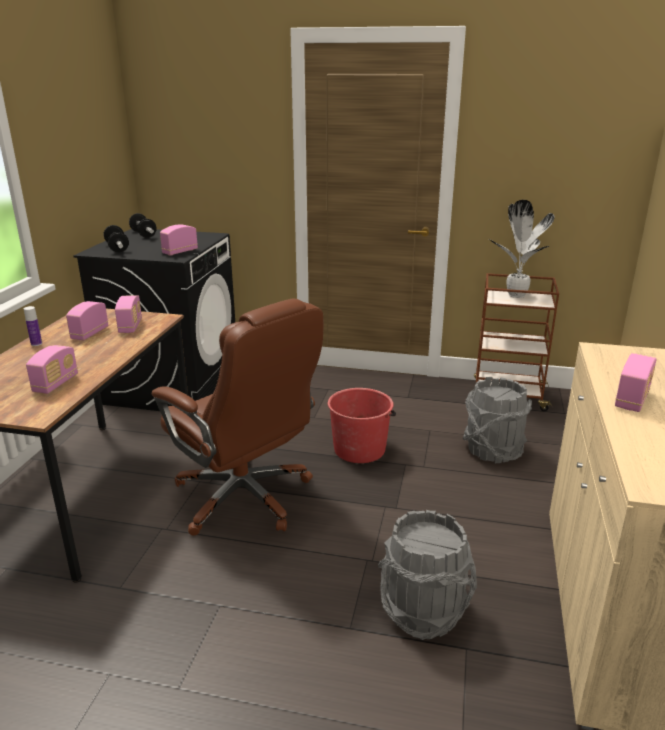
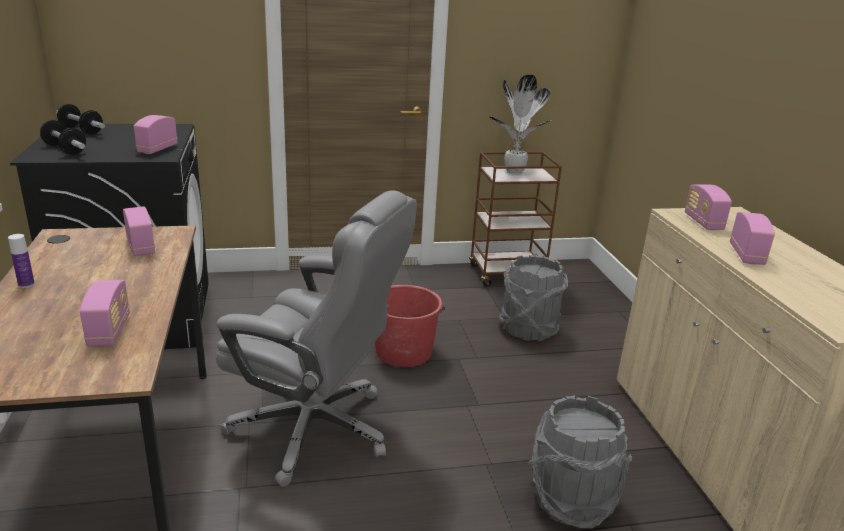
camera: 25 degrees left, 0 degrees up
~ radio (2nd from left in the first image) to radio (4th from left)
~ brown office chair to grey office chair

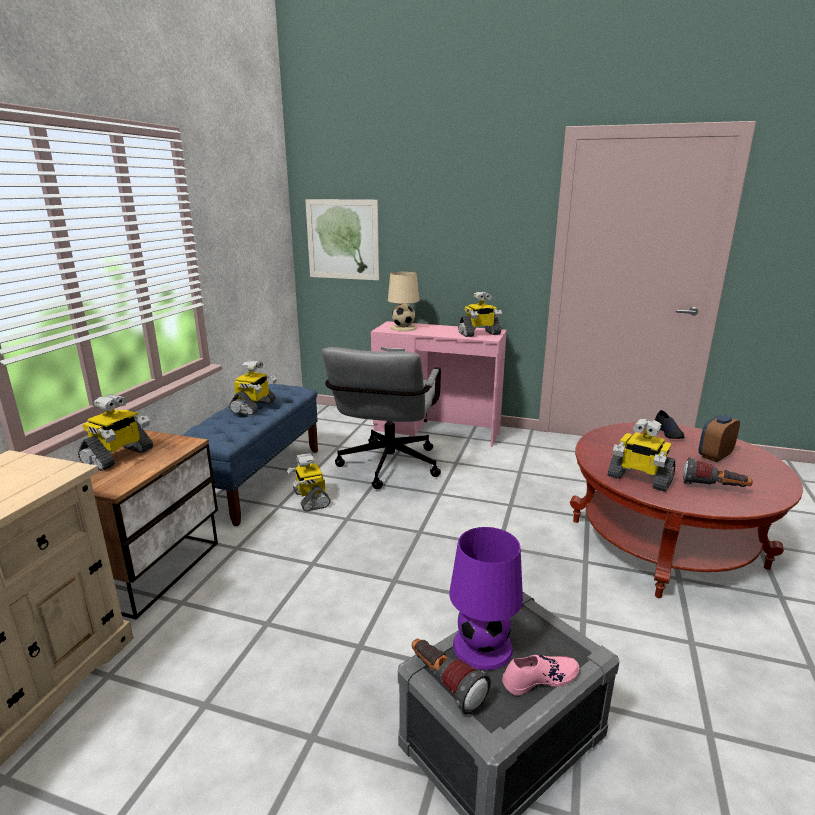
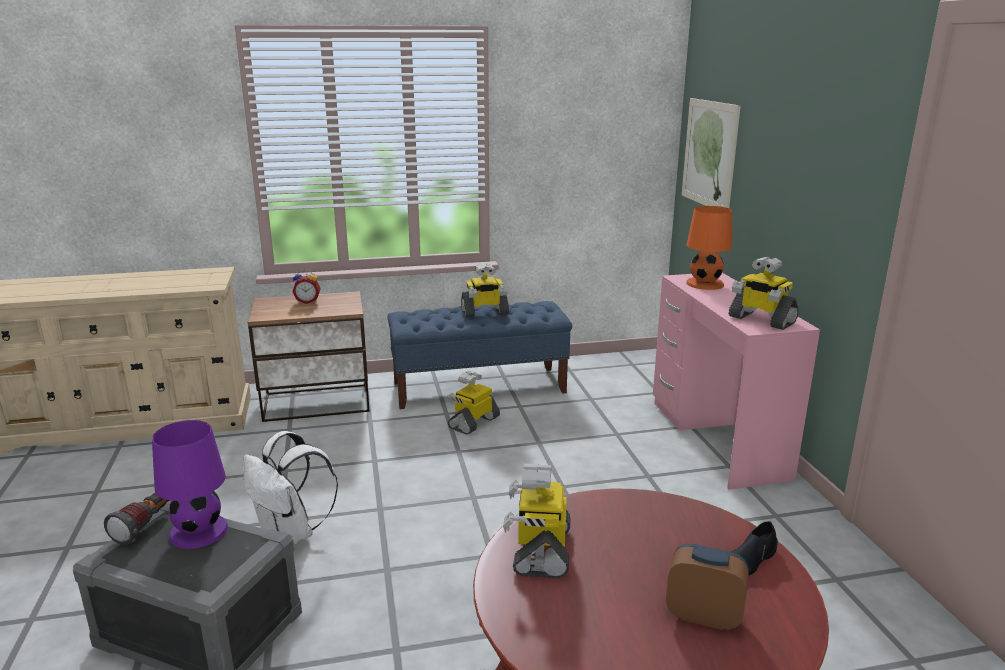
camera: 60 degrees right, 0 degrees up
~ toy robot (1st from left) to alarm clock (1st from left)
- grey office chair
~ beige table lamp to orange table lamp
- pink shoe
- flashlight (2nd from left)
+ white backpack

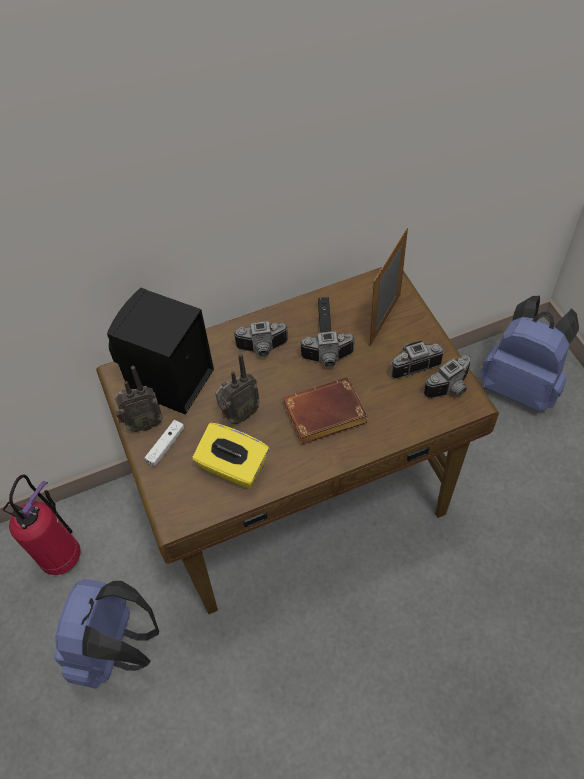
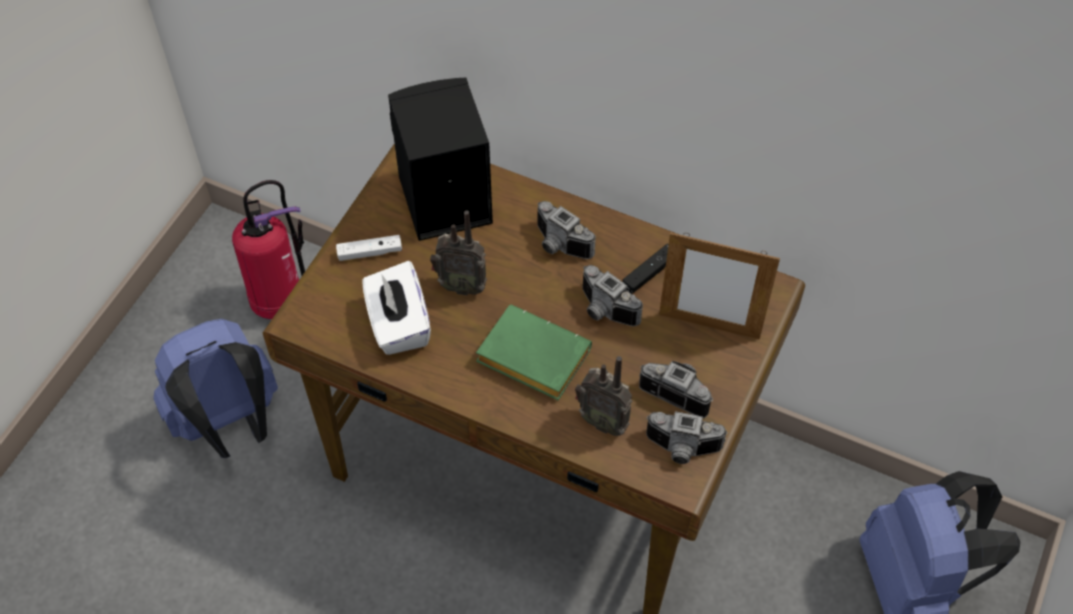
camera: 45 degrees right, 0 degrees up
~ radio (1st from left in the first image) to radio (2nd from left)
~ yellow tissue box to white tissue box
~ brown book to green book
~ picture frame 150 degrees counterclockwise

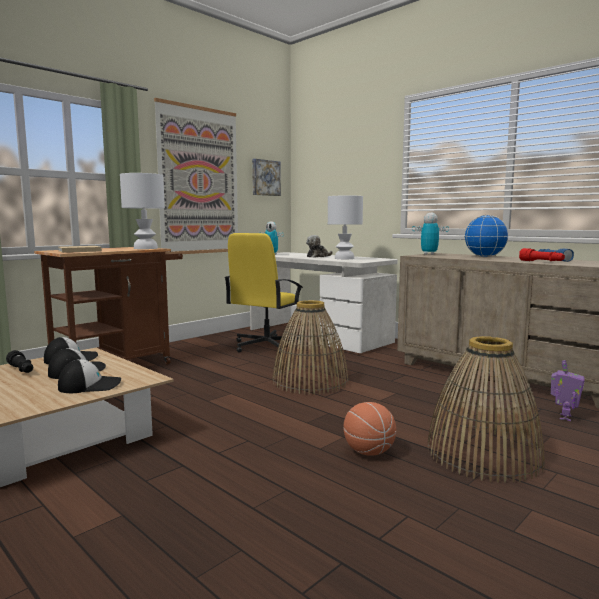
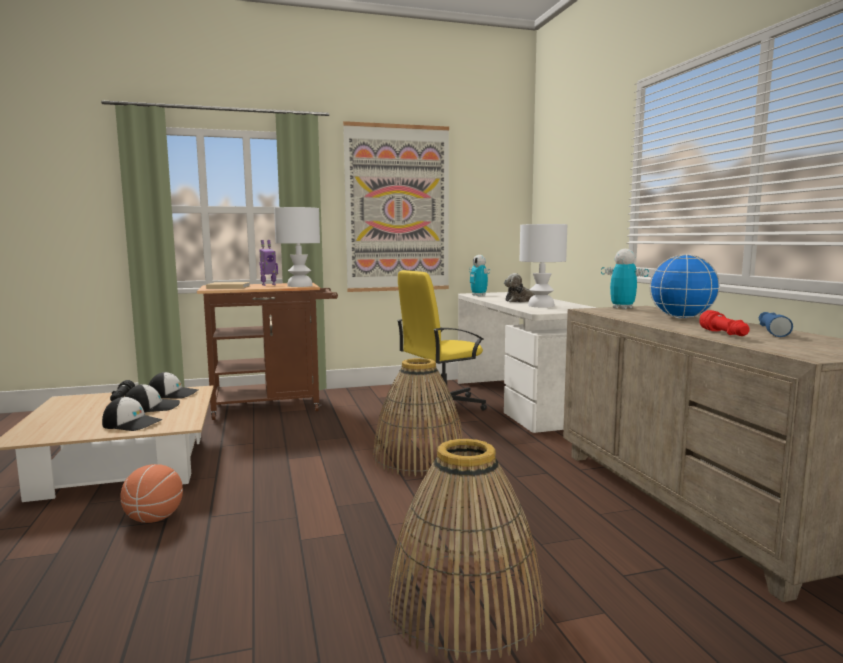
camera: 30 degrees right, 0 degrees up
- picture (2nd from left)
~ basketball
~ toy robot (3rd from left in the first image) to toy robot (1st from left)

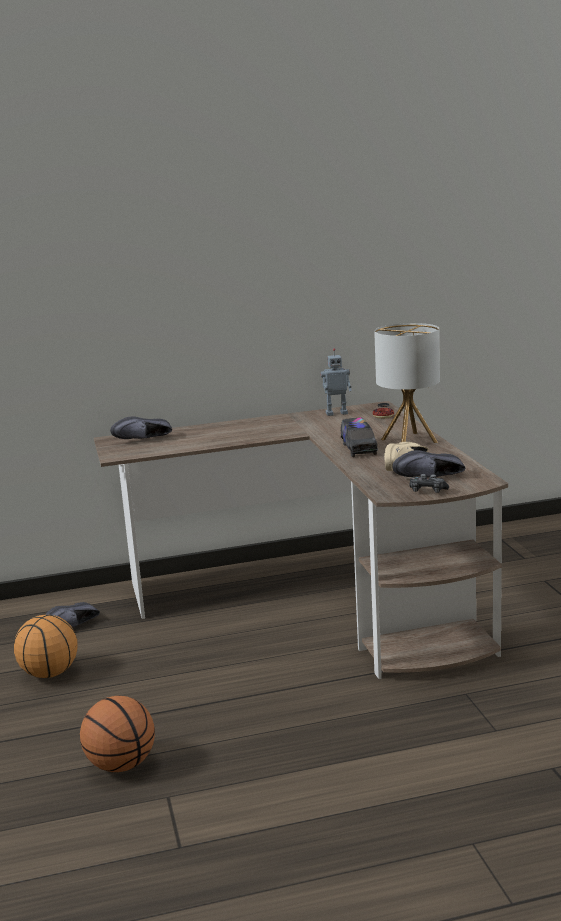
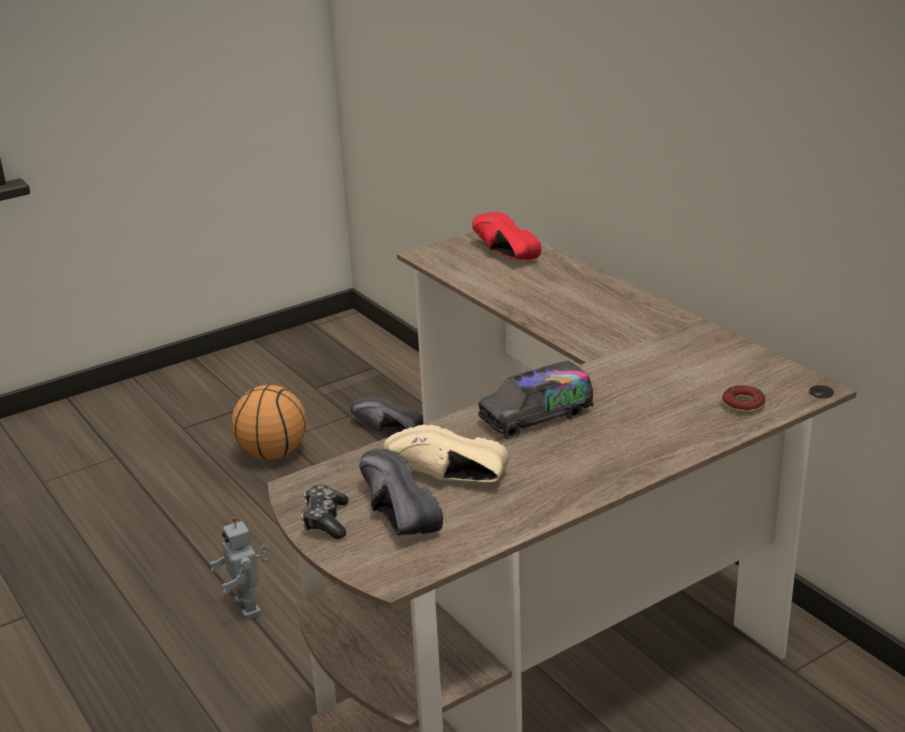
camera: 70 degrees right, 10 degrees up
- basketball (2nd from left)
~ black shoe (2nd from left) to red shoe
~ toy robot
- table lamp

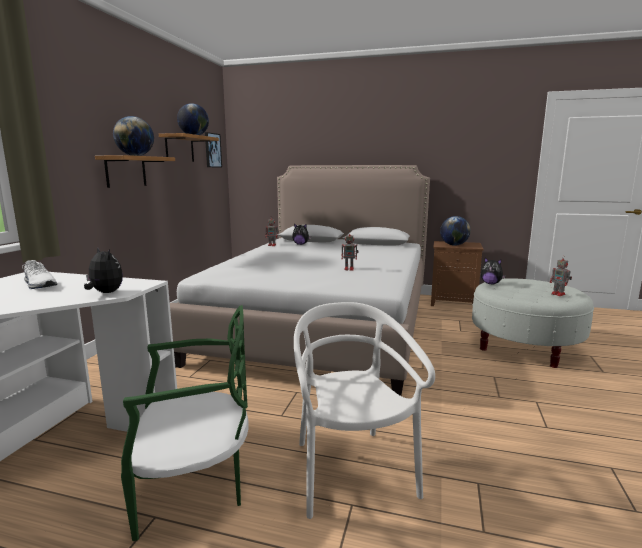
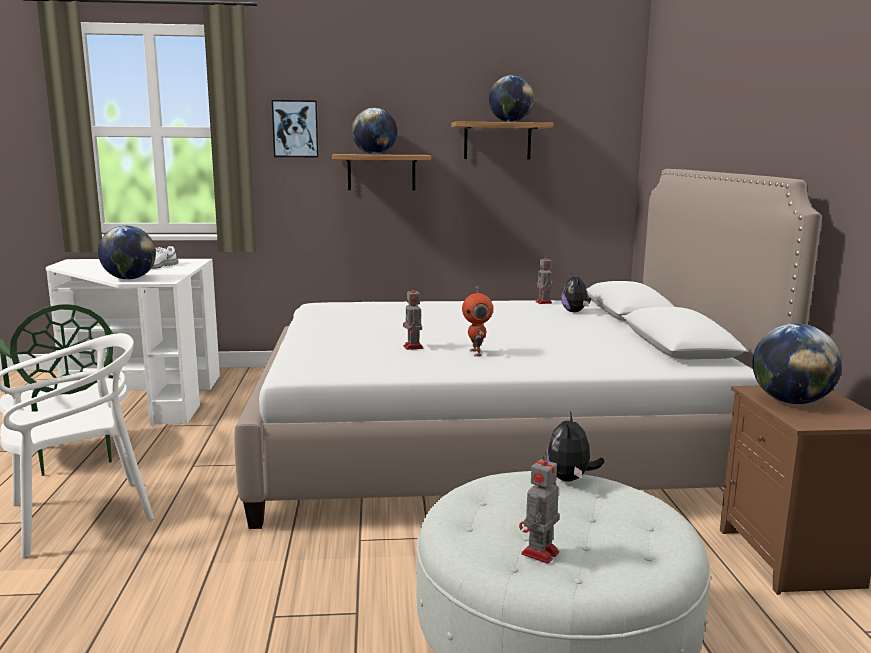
camera: 70 degrees right, 0 degrees up
~ plush toy (1st from left) to globe (1st from left)
~ picture
+ toy robot (2nd from left)

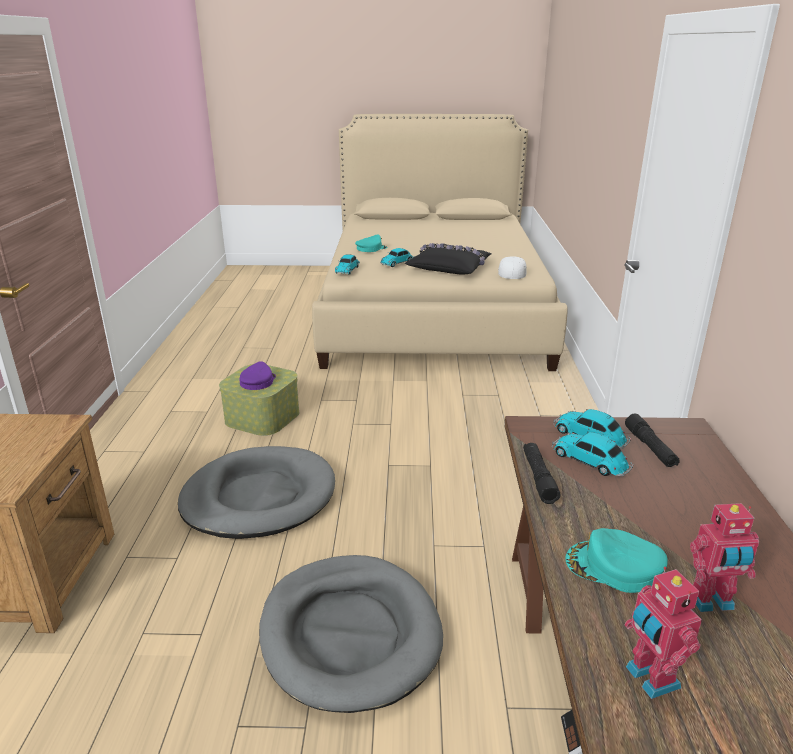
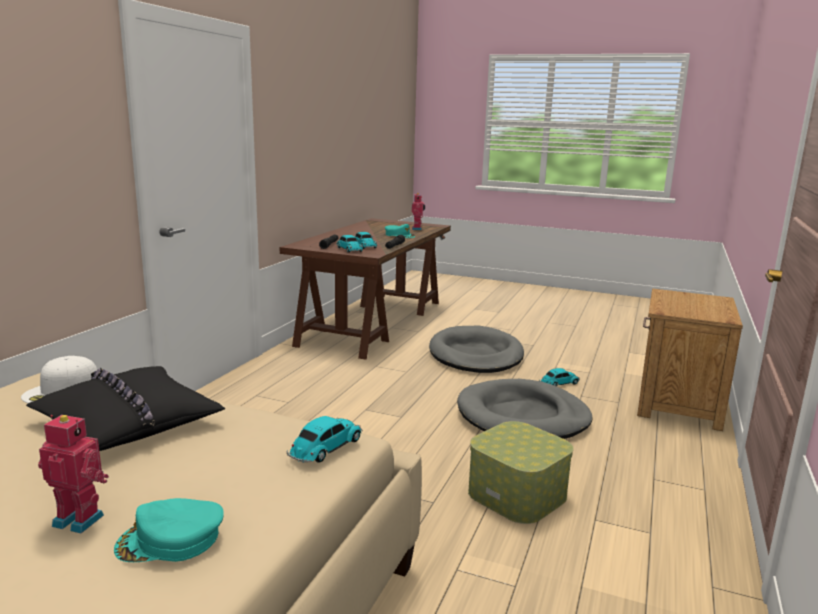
camera: 160 degrees left, 10 degrees down
- purple cap
~ toy car (2nd from left in the first image) to toy car (4th from left)
~ toy robot (2nd from left in the first image) to toy robot (1st from left)

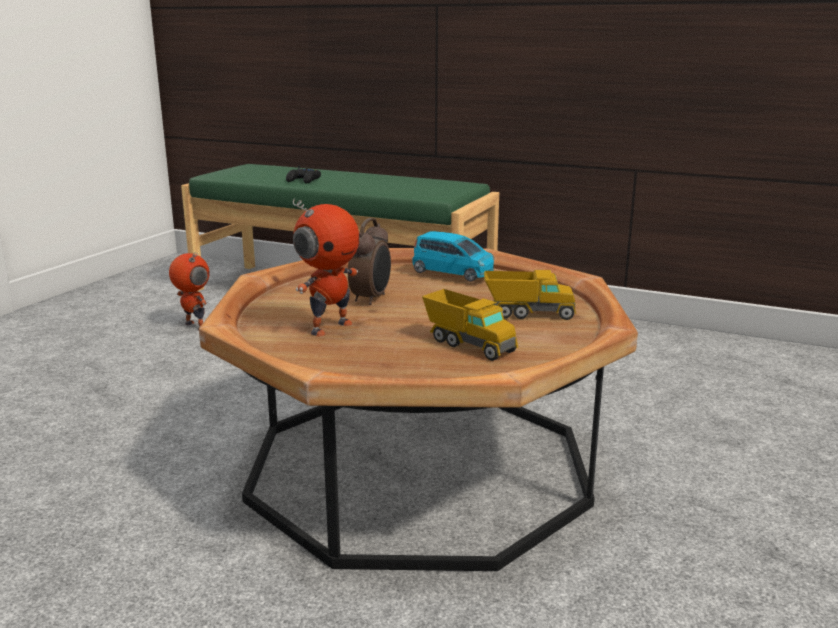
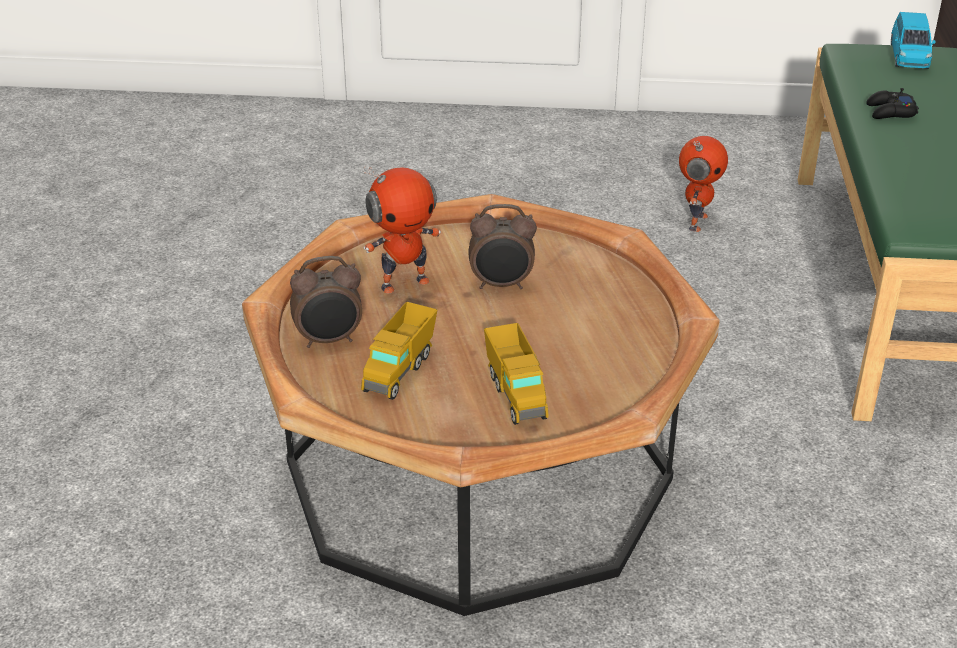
camera: 70 degrees right, 15 degrees up
~ toy robot (2nd from left in the first image) 45 degrees counterclockwise
~ blue toy car
+ alarm clock (1st from left)

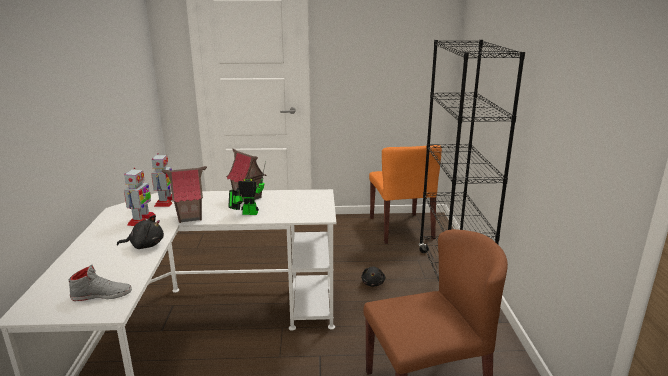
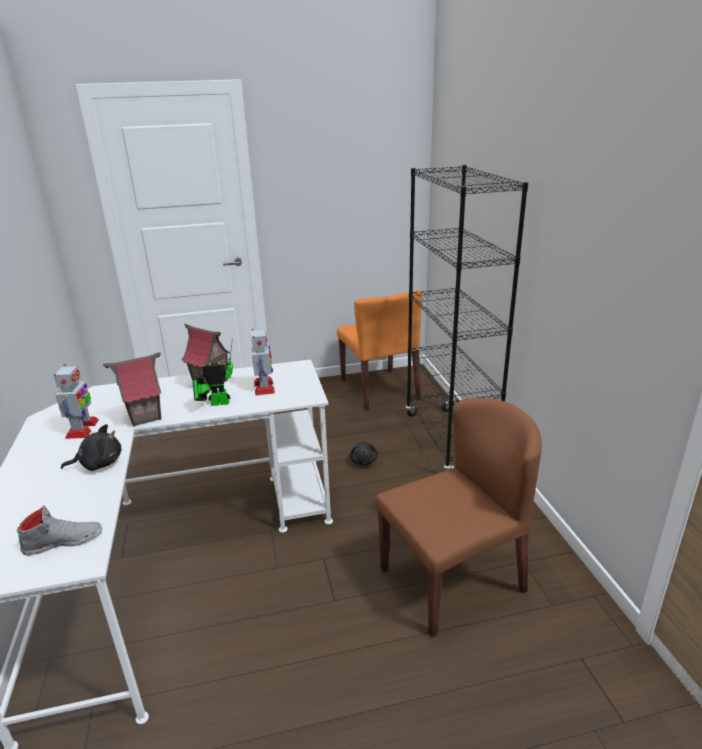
camera: 10 degrees left, 5 degrees up
~ toy robot (2nd from left in the first image) to toy robot (3rd from left)

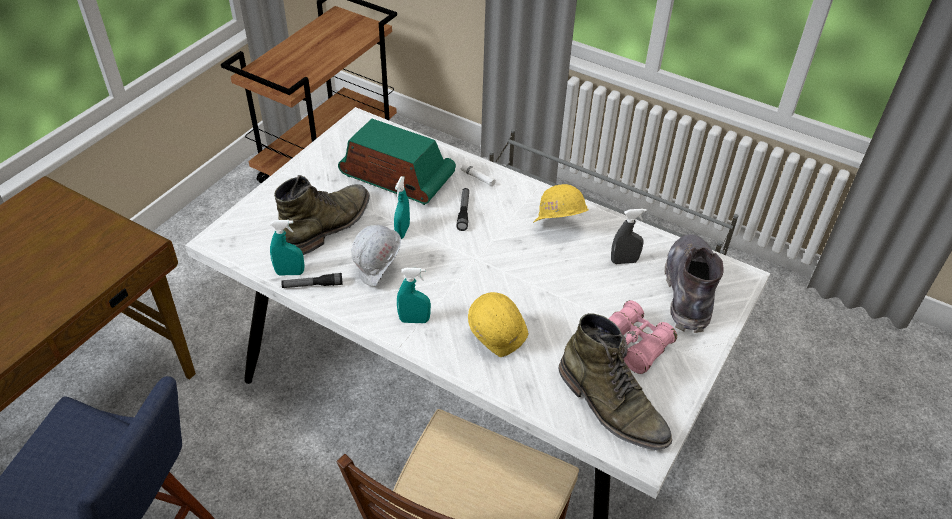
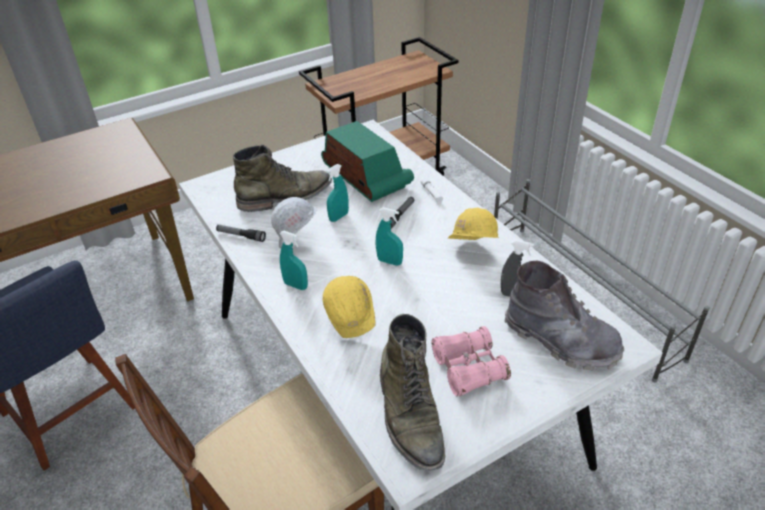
camera: 30 degrees right, 5 degrees down
~ turquoise spray bottle (1st from left in the first image) to turquoise spray bottle (3rd from left)
~ grey boot 90 degrees clockwise

